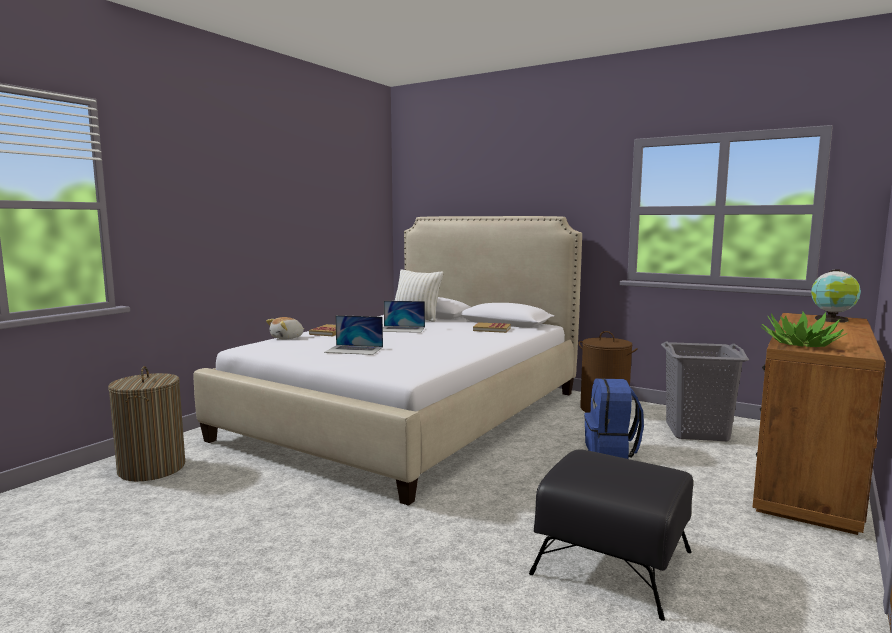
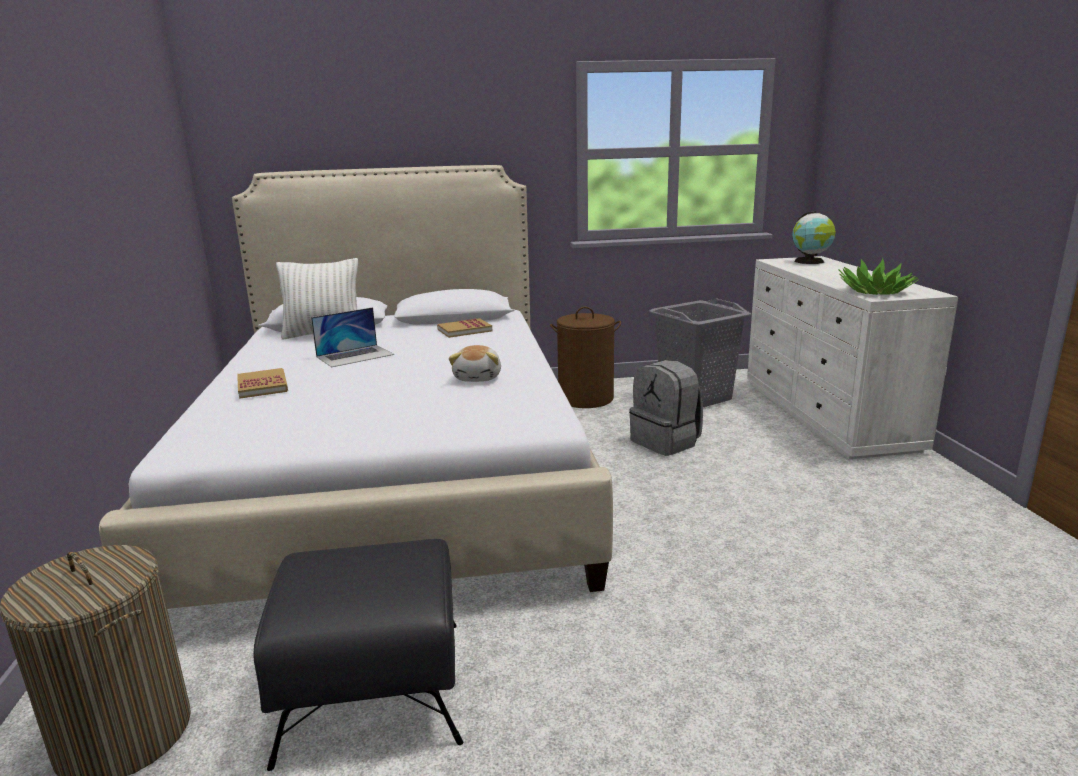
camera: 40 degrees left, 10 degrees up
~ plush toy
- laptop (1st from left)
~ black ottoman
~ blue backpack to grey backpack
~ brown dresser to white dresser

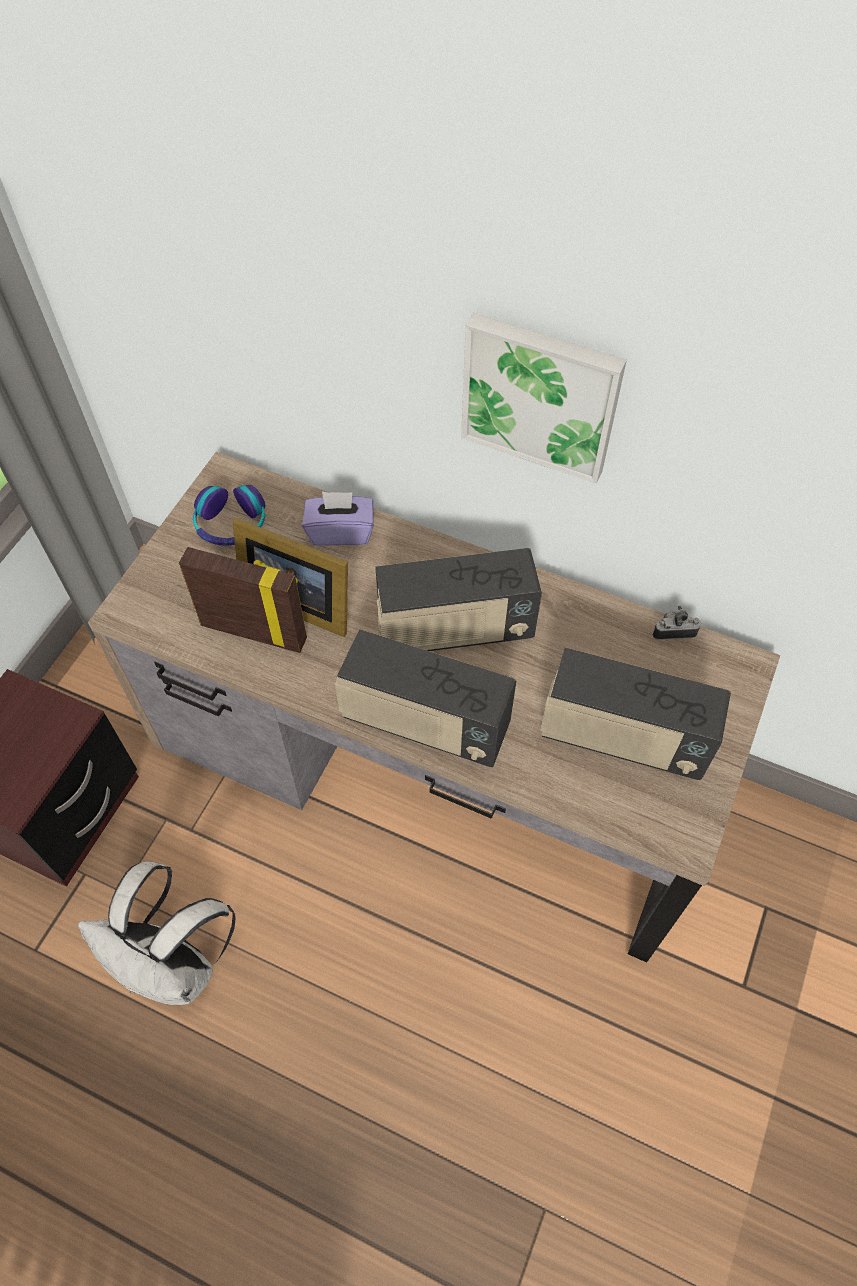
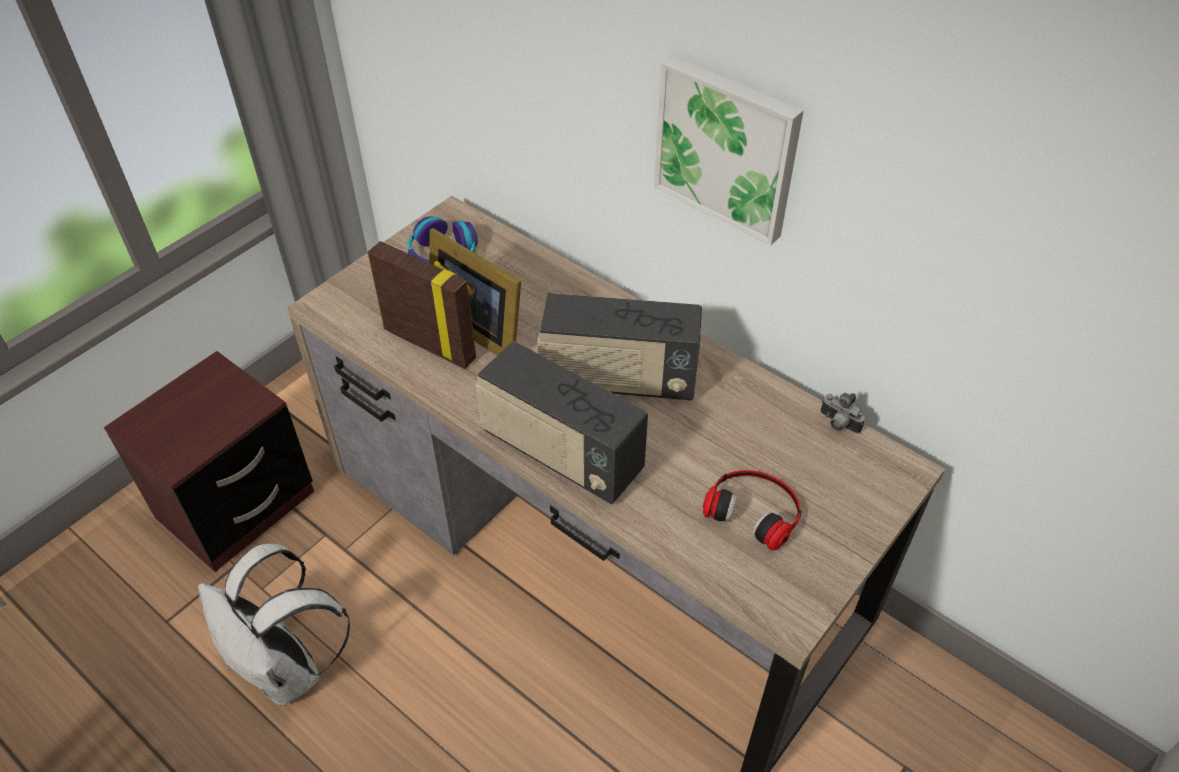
camera: 15 degrees right, 10 degrees down
- purple tissue box
~ radio (3rd from left) to headphones (2nd from left)
~ photo camera 150 degrees counterclockwise

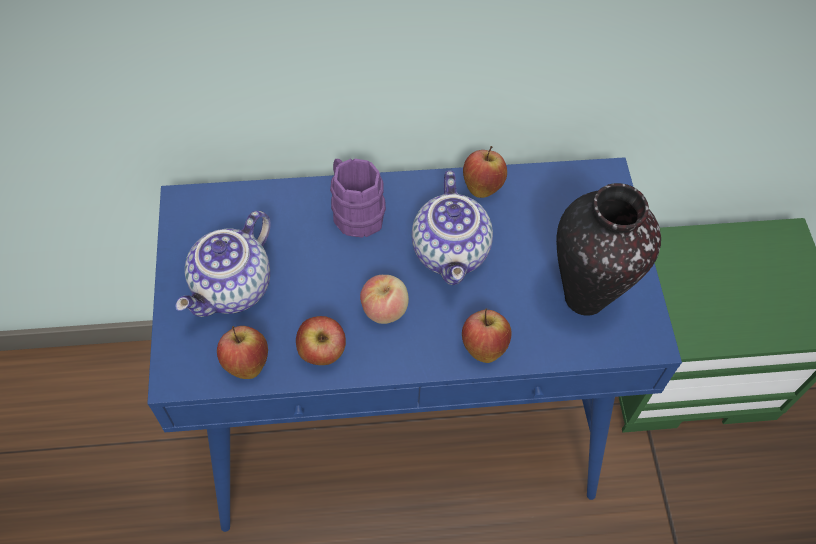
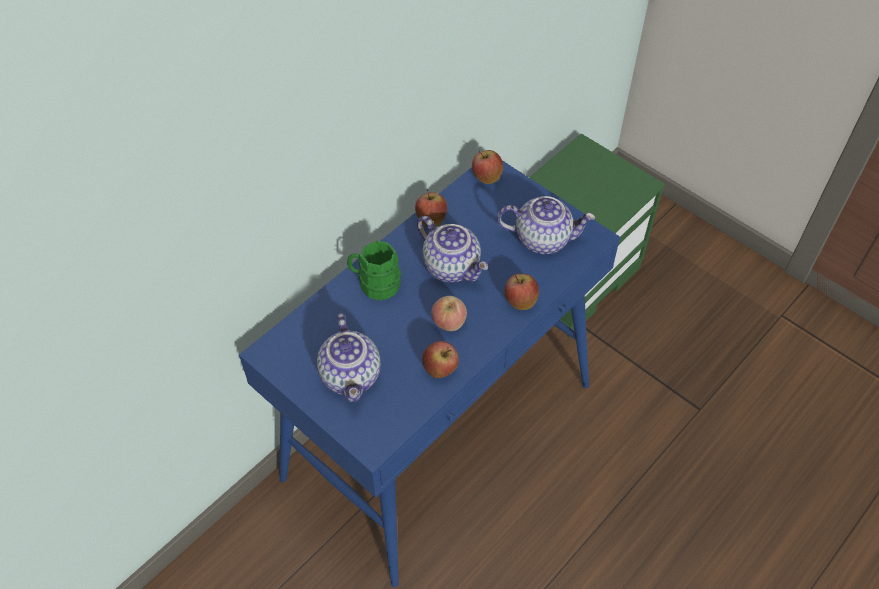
camera: 40 degrees left, 5 degrees down
~ apple (1st from left in the first image) to apple (4th from left)
~ purple mug to green mug
~ vase to teapot (3rd from left)

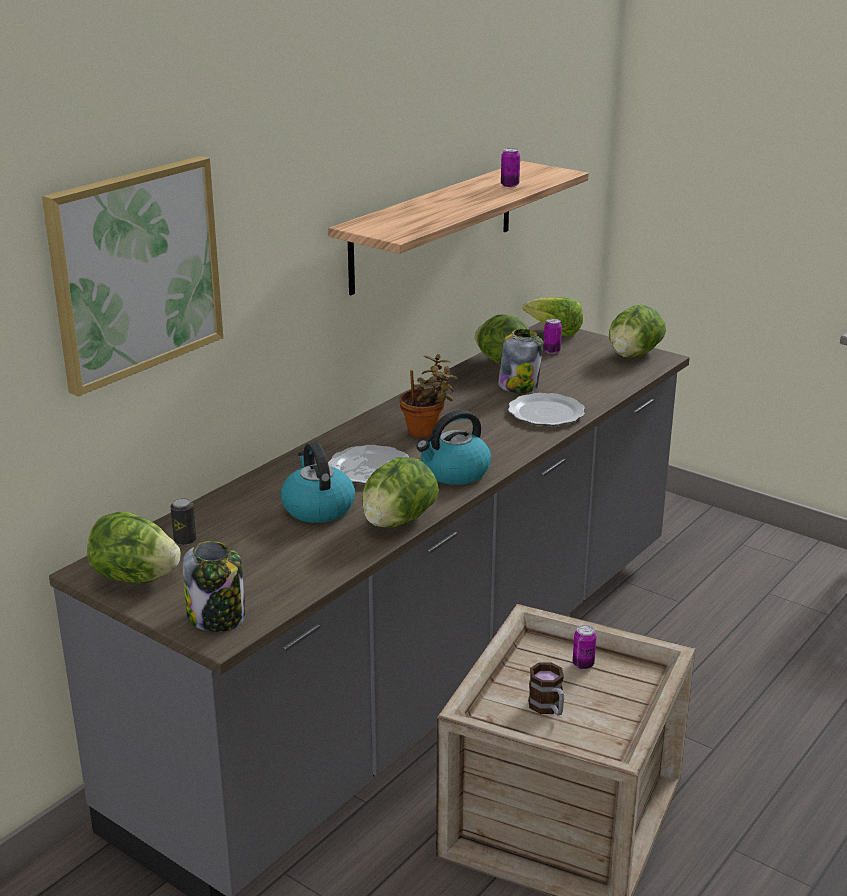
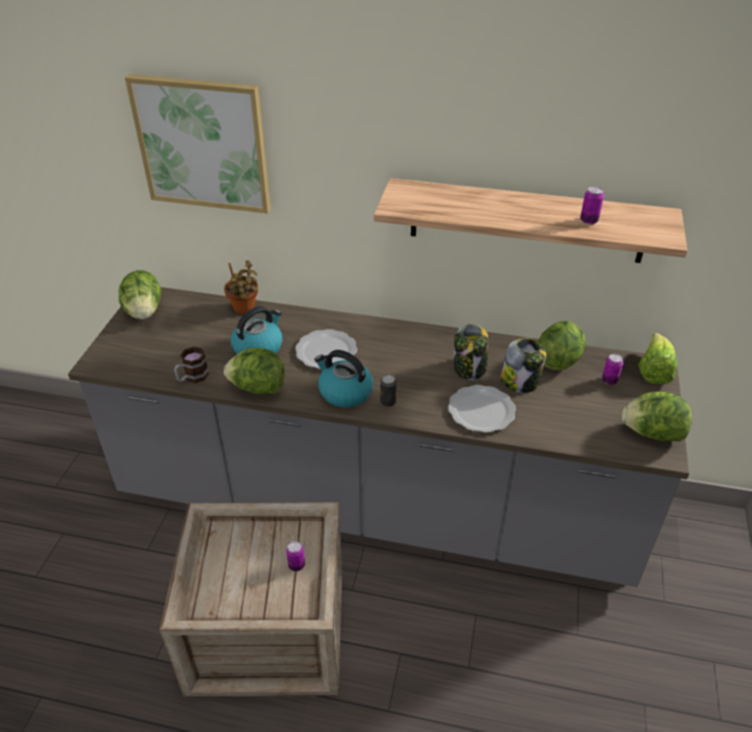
camera: 65 degrees right, 15 degrees up
~ can (1st from left in the first image) to can (2nd from left)
~ jar (1st from left)
~ potted plant
~ mug

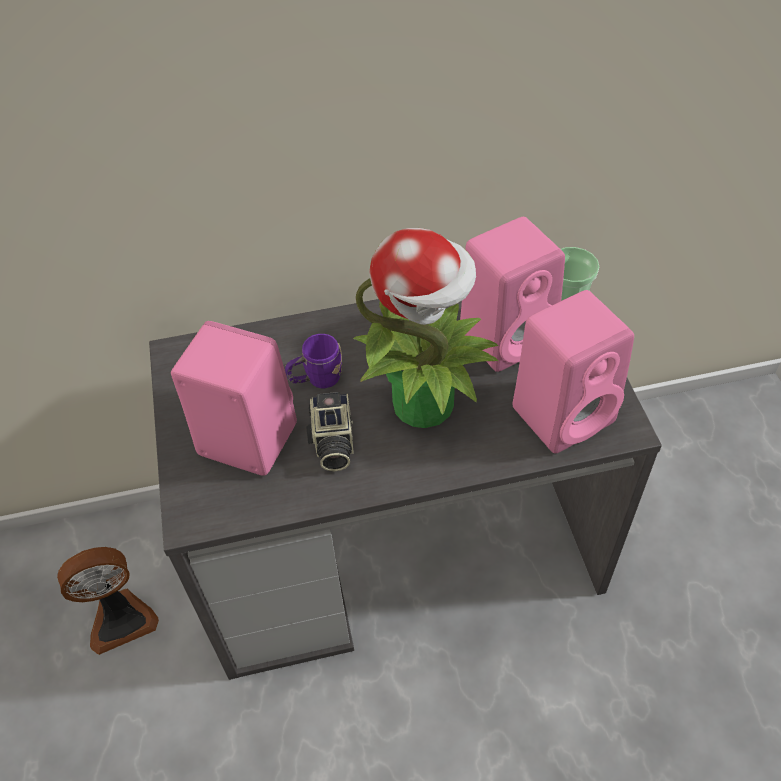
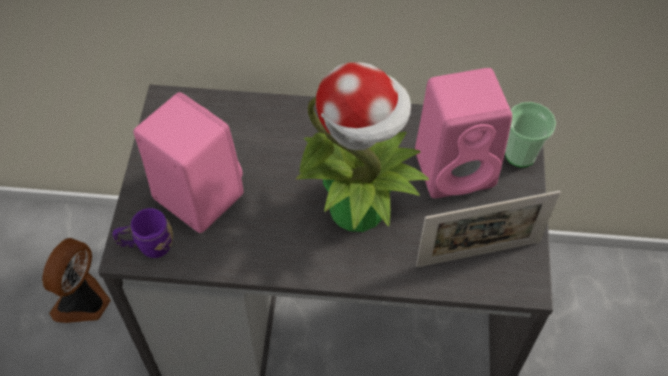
camera: 15 degrees right, 5 degrees up
~ fan 120 degrees clockwise
~ purple mug
- photo camera
~ pink speaker (3rd from left) to picture frame

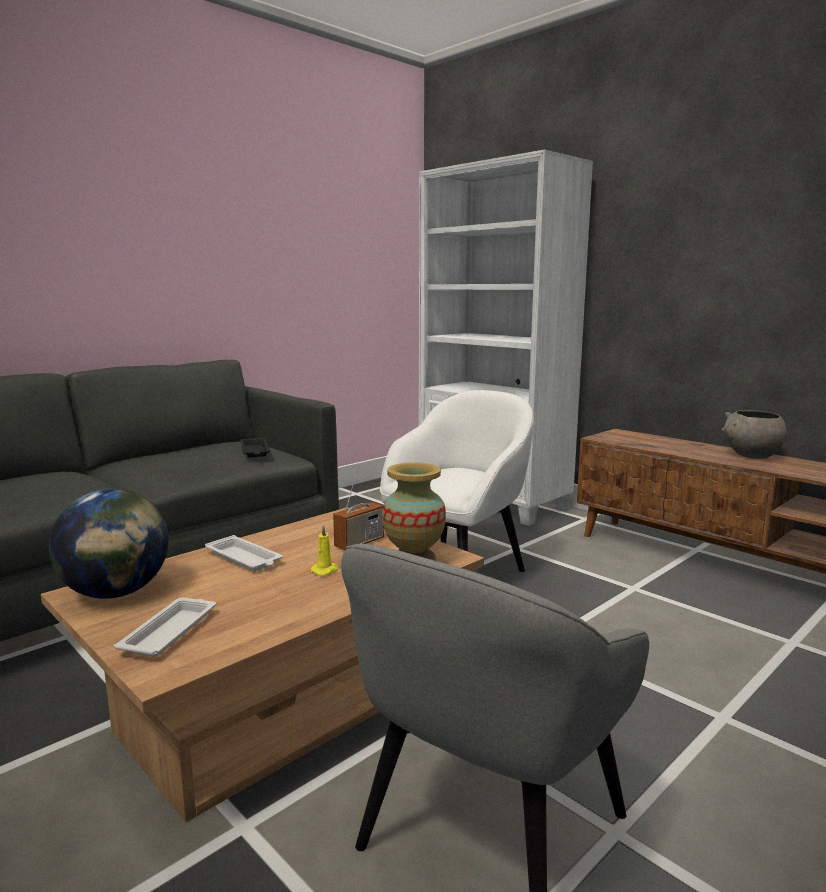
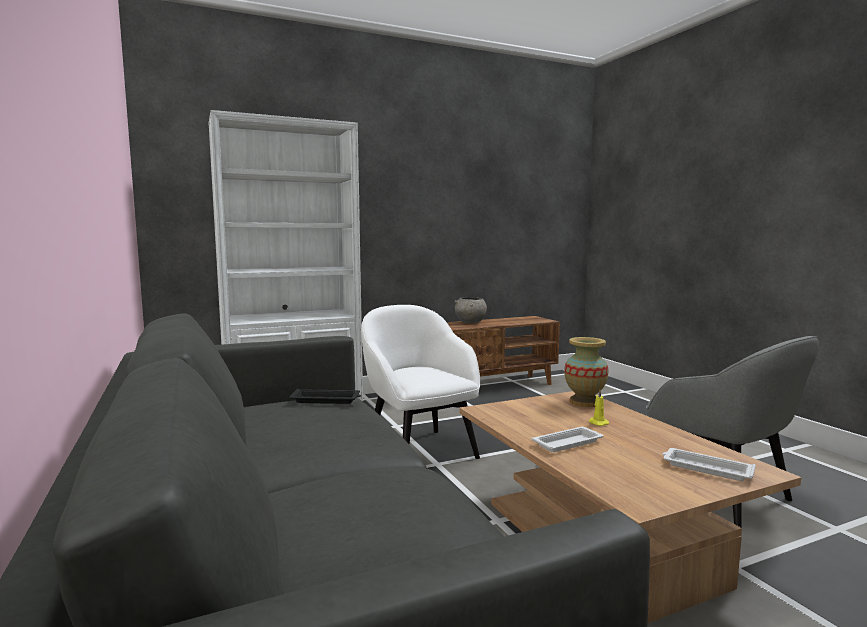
camera: 70 degrees left, 5 degrees down
- globe
- radio

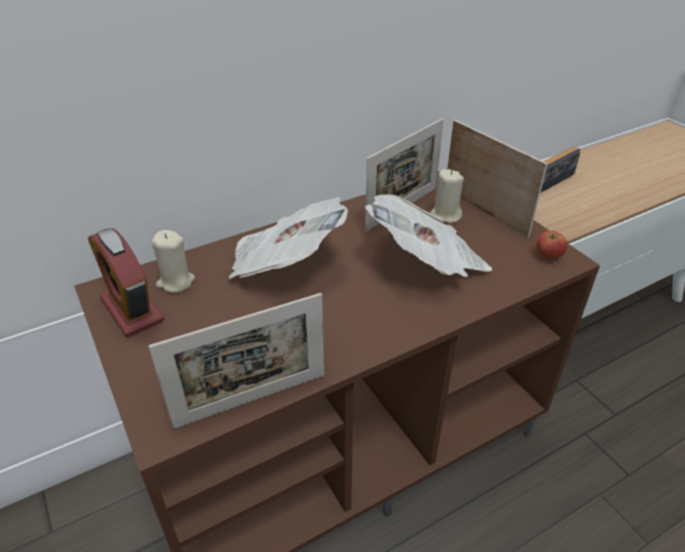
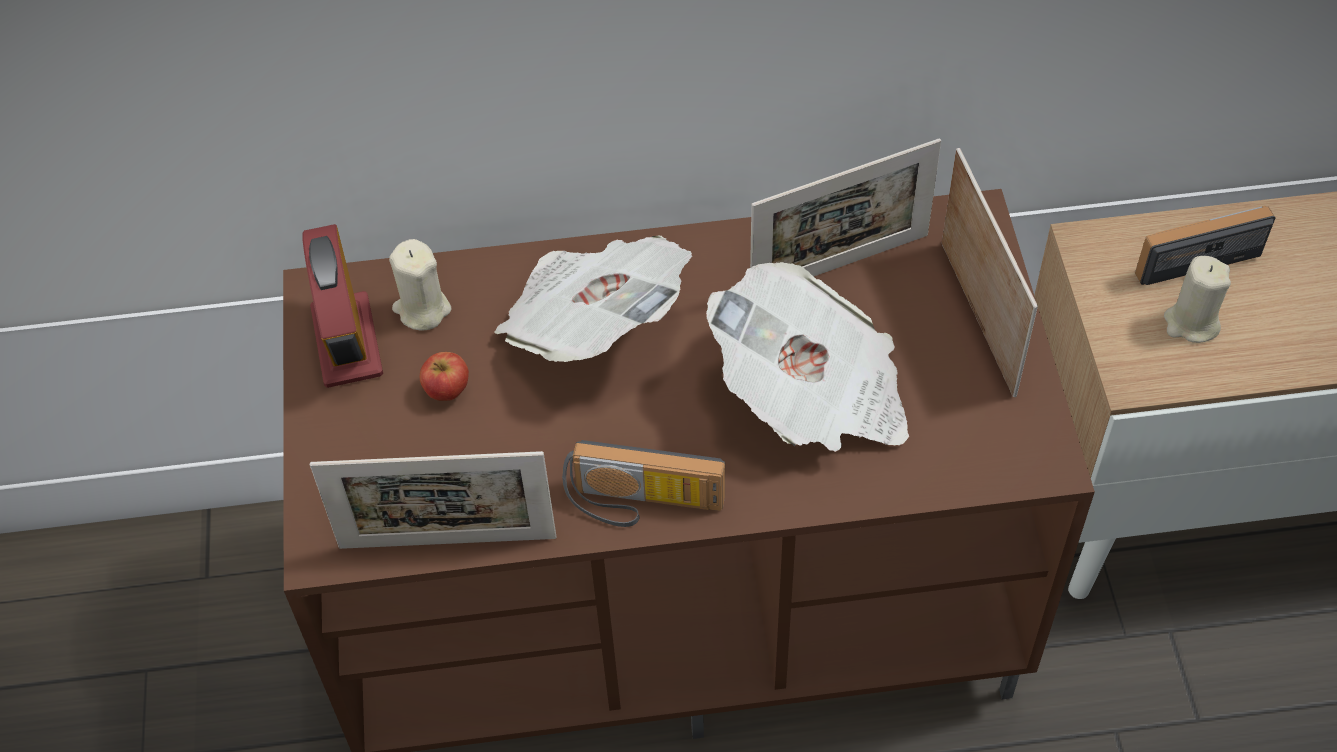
camera: 25 degrees right, 15 degrees up
~ beige candle (2nd from left)
~ apple
+ radio (1st from left)

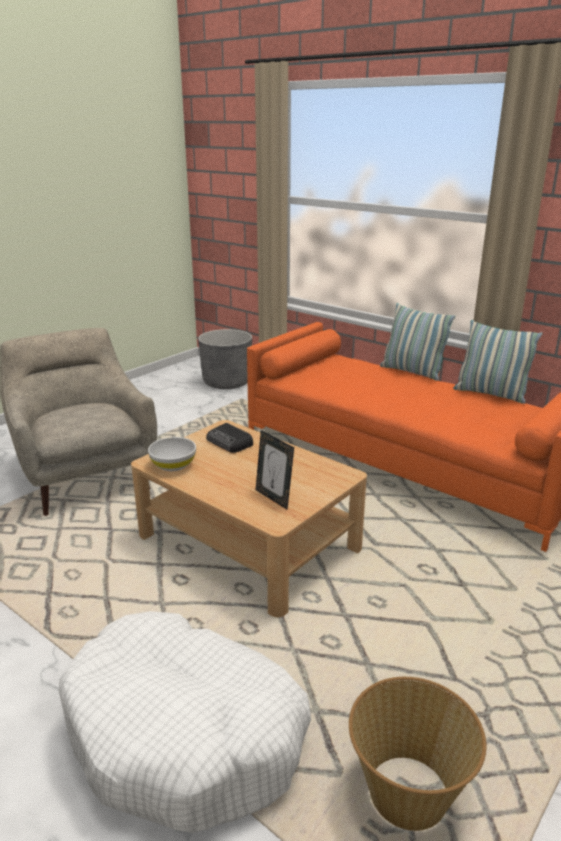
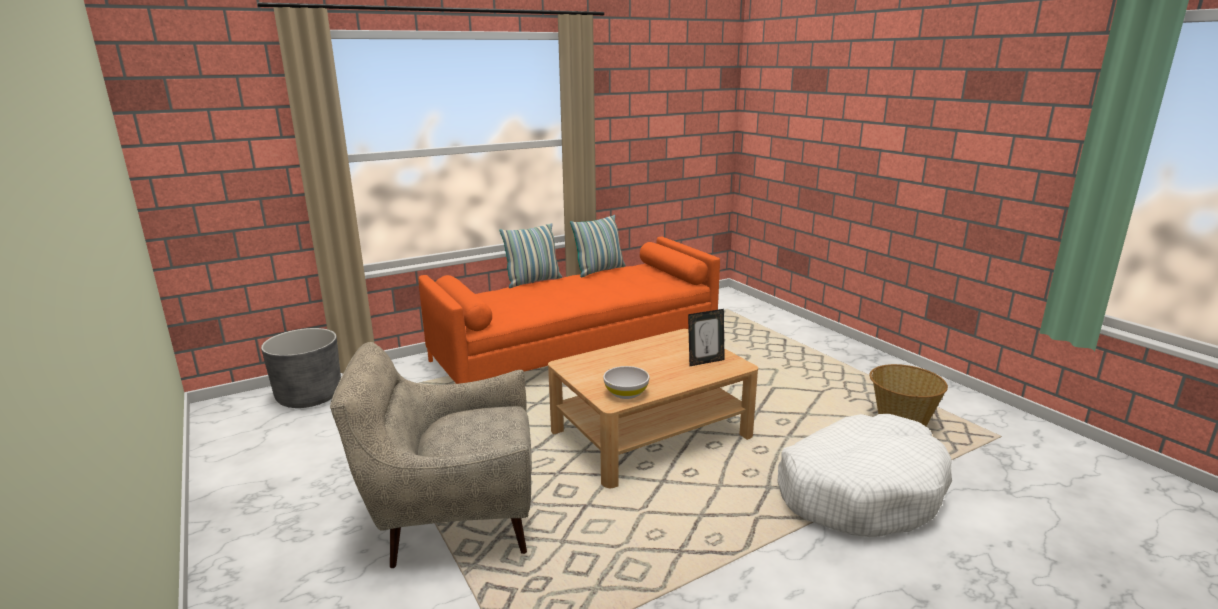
camera: 70 degrees left, 5 degrees down
- radio

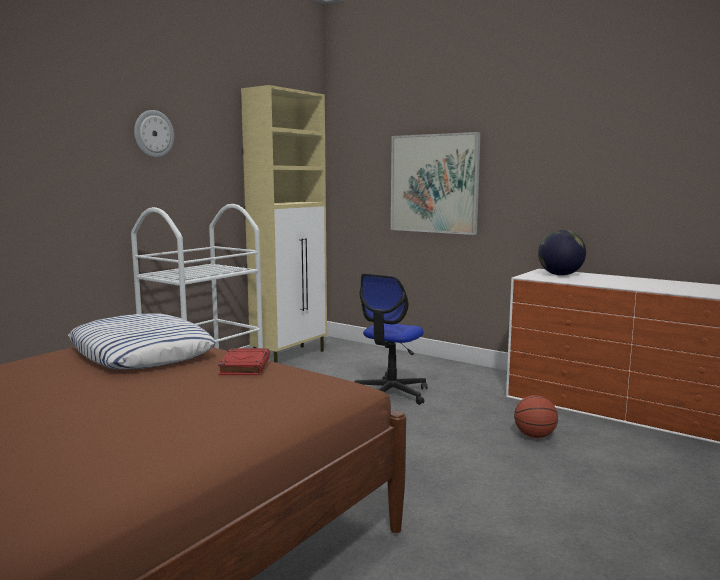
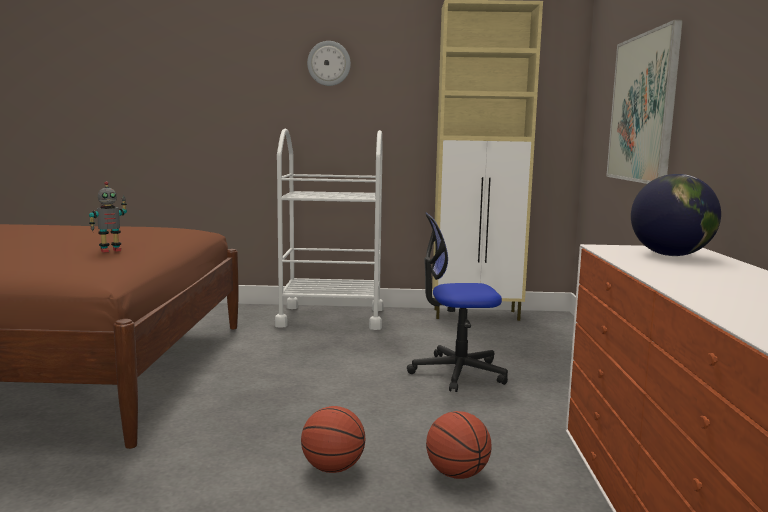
camera: 55 degrees right, 0 degrees up
- pillow
~ red book to toy robot
+ basketball (1st from left)

